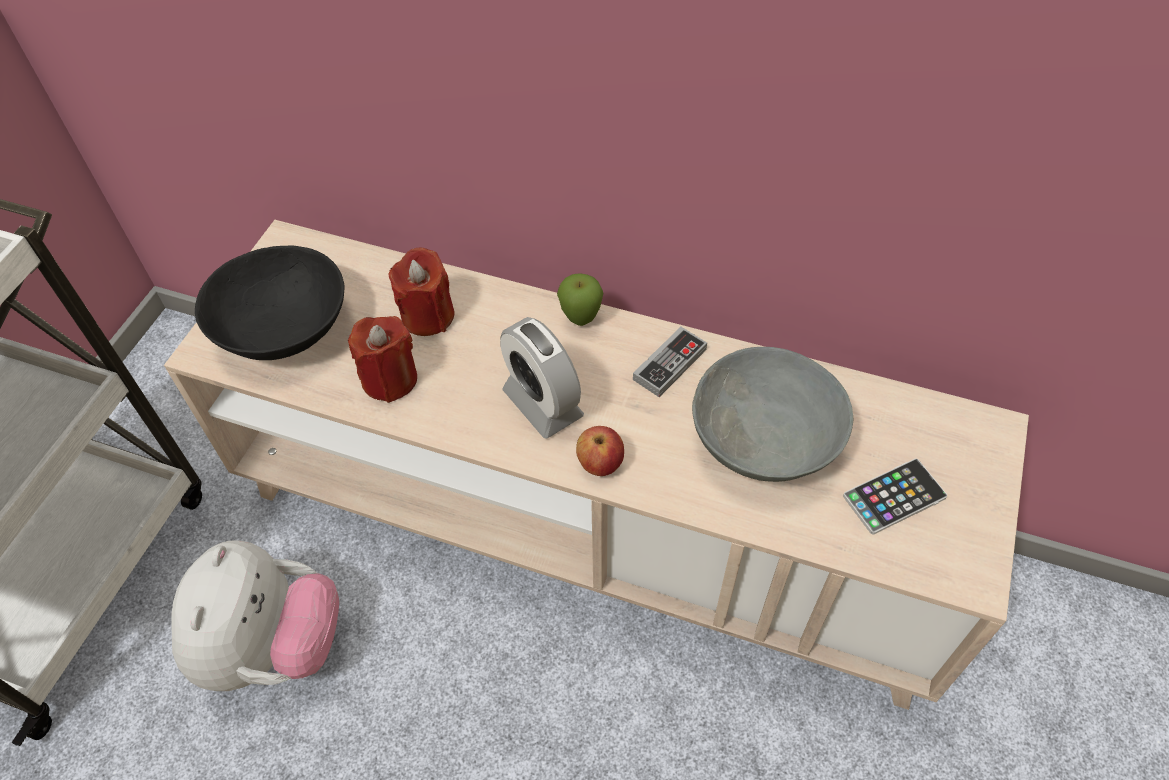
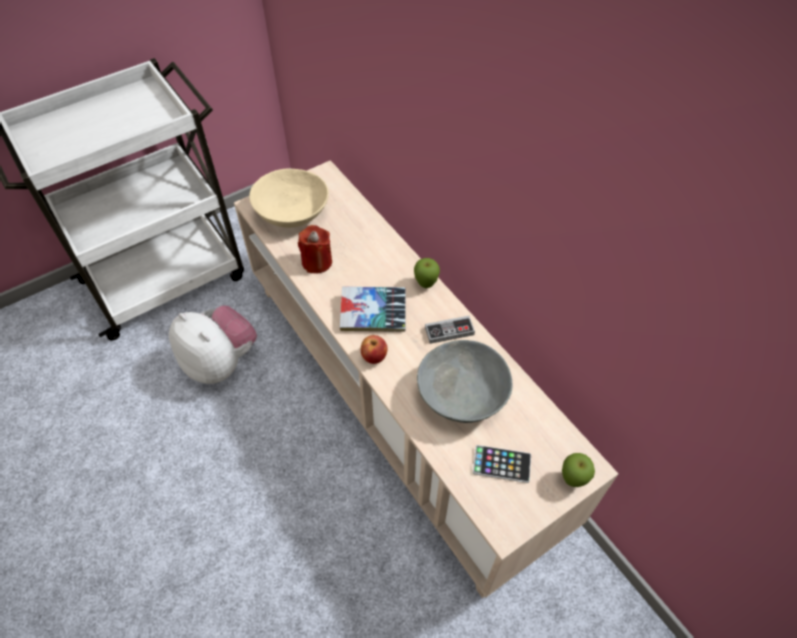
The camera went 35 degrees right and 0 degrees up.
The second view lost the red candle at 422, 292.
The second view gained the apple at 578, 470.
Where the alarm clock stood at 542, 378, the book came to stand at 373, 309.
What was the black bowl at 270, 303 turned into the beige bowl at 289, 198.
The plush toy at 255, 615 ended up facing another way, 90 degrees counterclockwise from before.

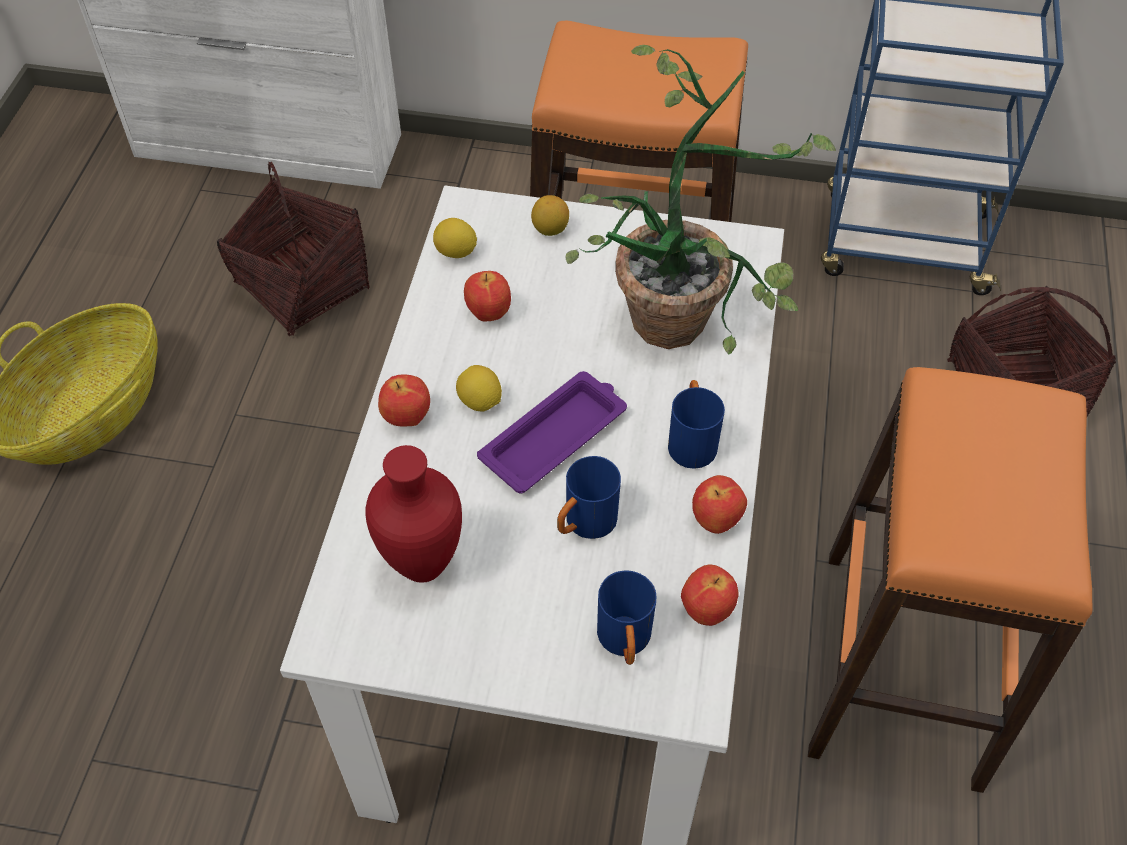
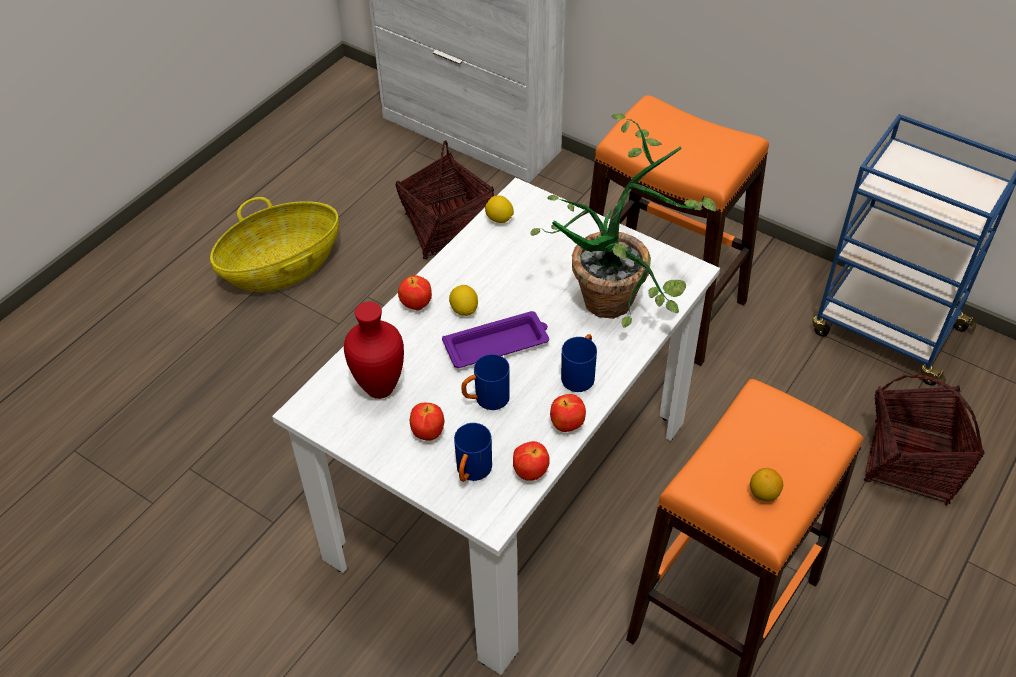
The camera went 25 degrees right and 5 degrees down.
The apple ended up elsewhere, having gone from 487, 296 to 427, 422.
The lemon ended up elsewhere, having gone from 550, 215 to 766, 484.

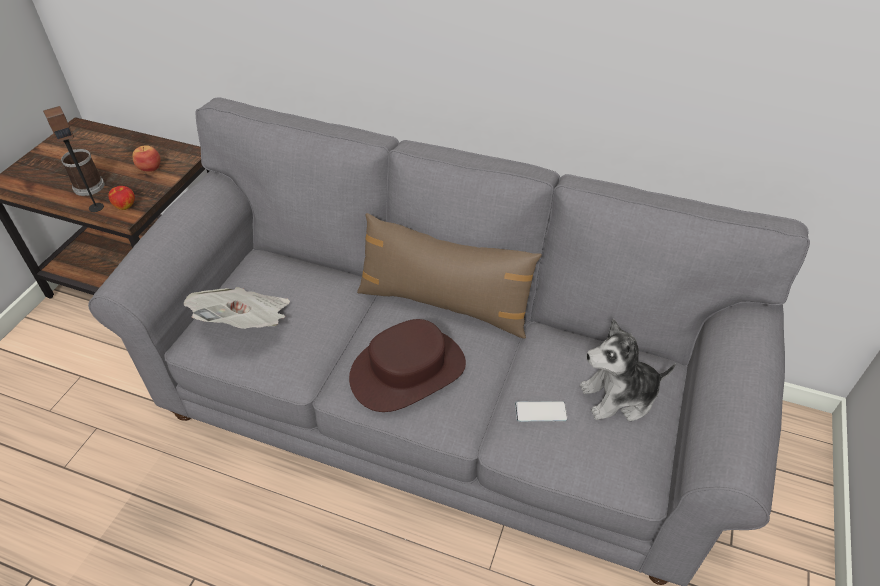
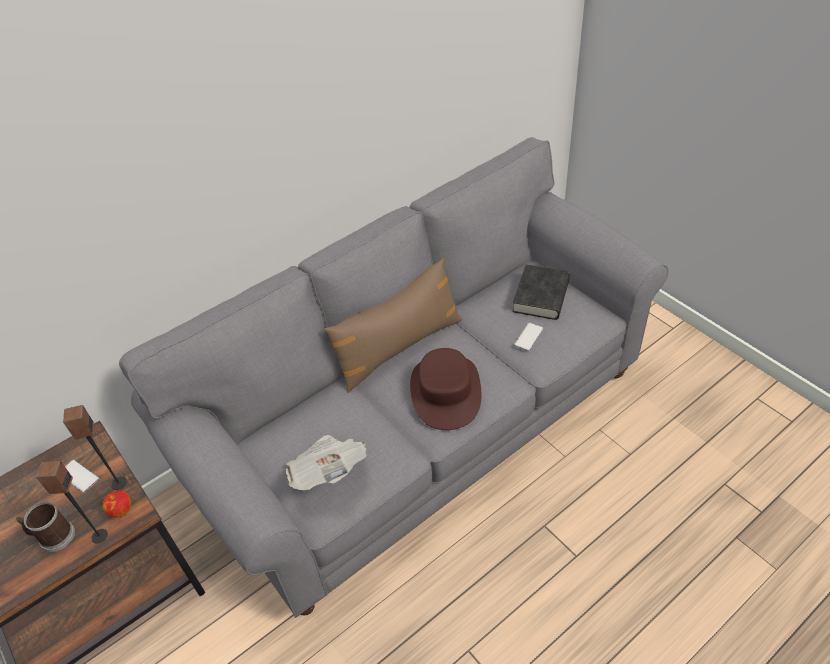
The camera went 55 degrees left and 0 degrees up.
The second view gained the speaker at 95, 447.
Where the apple stood at 147, 158, the phone came to stand at 82, 476.
Where the plush toy stood at 628, 370, the black book came to stand at 541, 292.

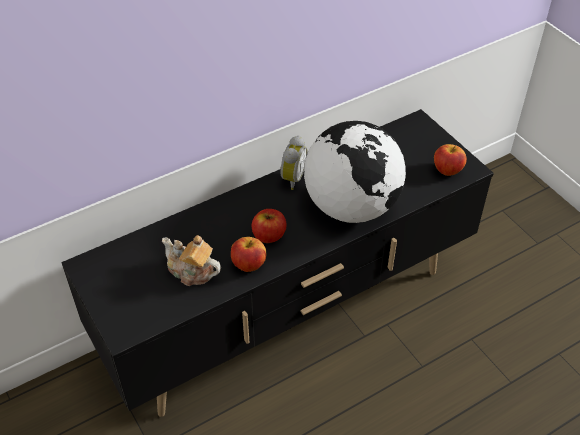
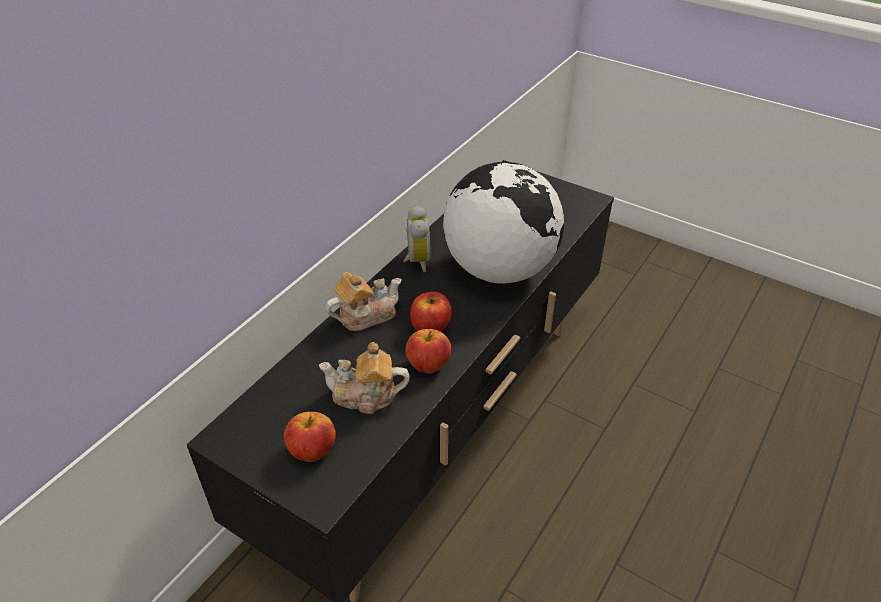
The camera went 25 degrees left and 5 degrees down.
The second view gained the teapot at 363, 301.
The apple ended up elsewhere, having gone from 450, 160 to 310, 437.

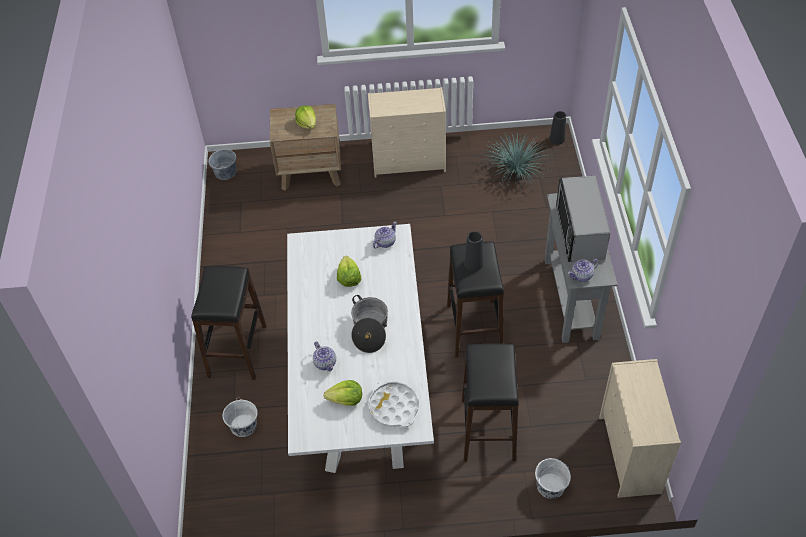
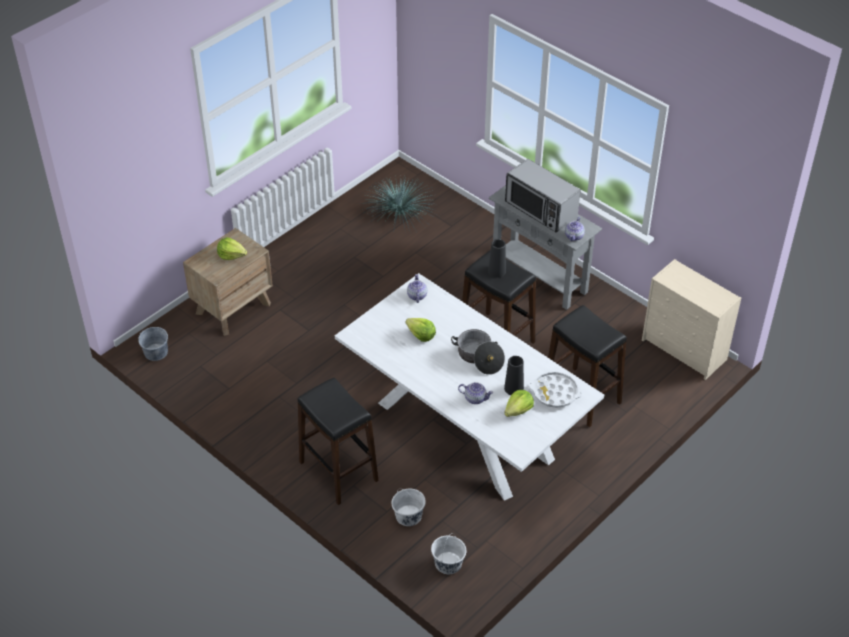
The camera went 45 degrees left and 5 degrees down.
The second view lost the beige dresser at 407, 132.
The white bucket ended up elsewhere, having gone from 553, 478 to 448, 553.
The black vase ended up elsewhere, having gone from 558, 128 to 514, 375.

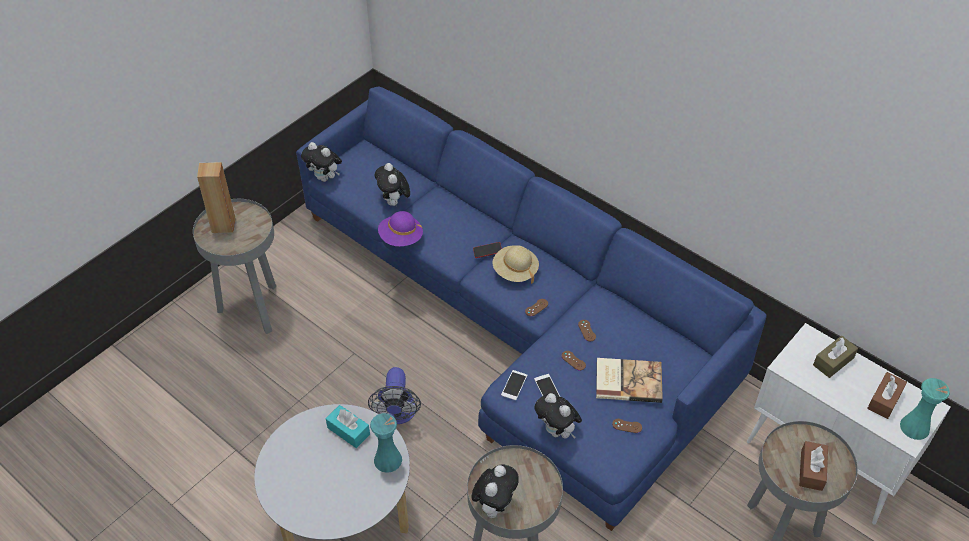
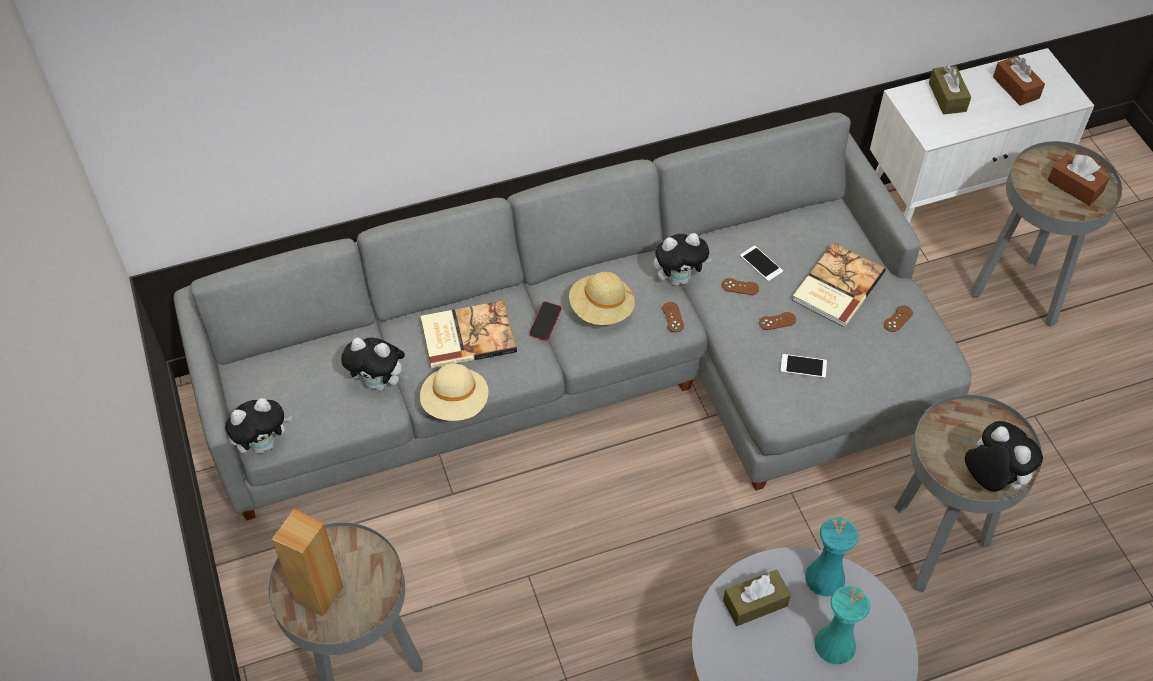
The camera went 60 degrees left and 5 degrees up.
The second view lost the fan at 394, 395.
The second view gained the book at 469, 334.
The phone ended up elsewhere, having gone from 514, 385 to 761, 263.
The plush toy ended up elsewhere, having gone from 558, 416 to 683, 259.
The turquoise vase ended up elsewhere, having gone from 925, 409 to 842, 625.
What was the blue sofa at 531, 309 turned into the grey sofa at 572, 316.
What was the turquoise tissue box at 348, 426 turned into the brown tissue box at 757, 598.
What was the purple hat at 400, 228 turned into the beige hat at 454, 392.

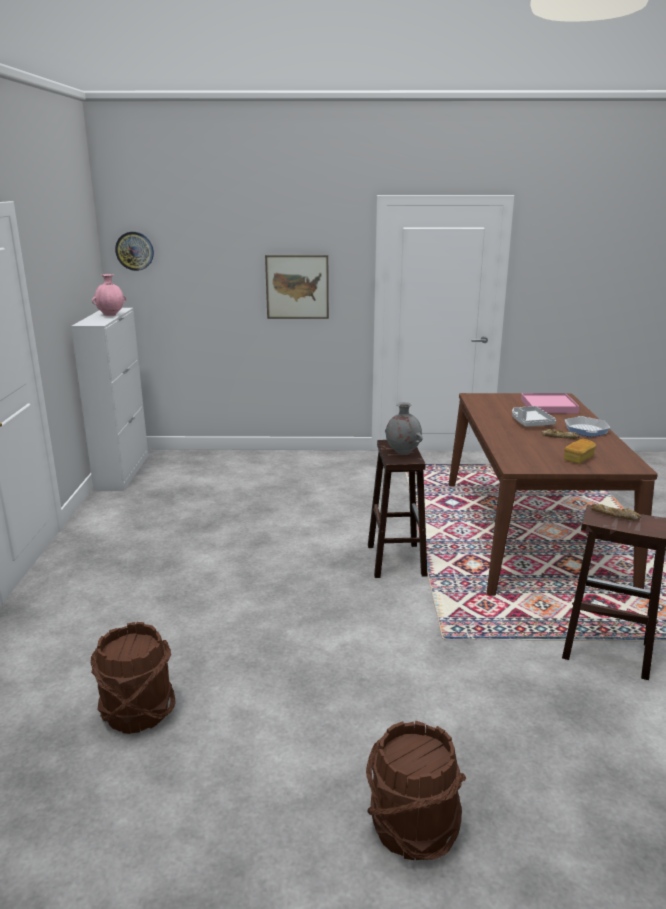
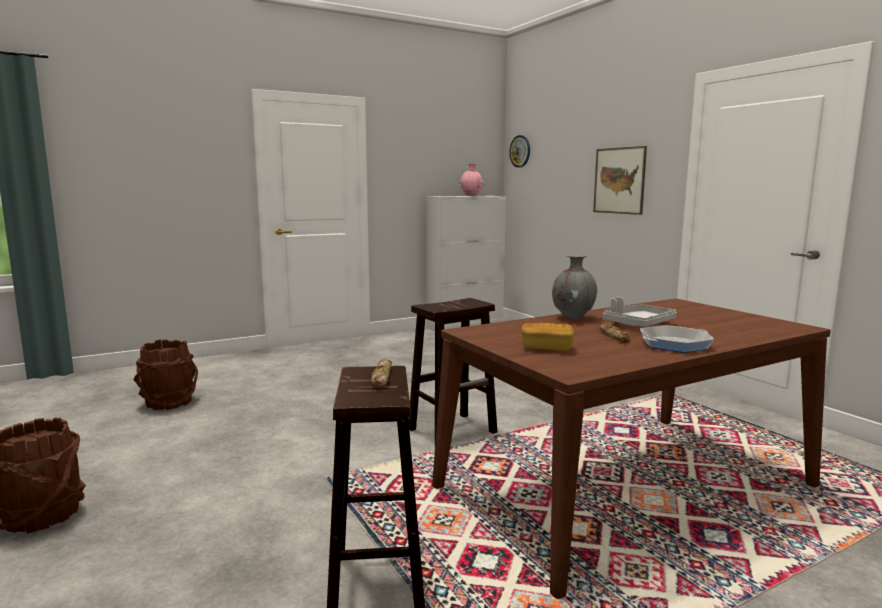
The camera went 60 degrees right and 10 degrees down.
The second view lost the pink tray at 550, 403.
The grey vase ended up elsewhere, having gone from 404, 428 to 574, 287.

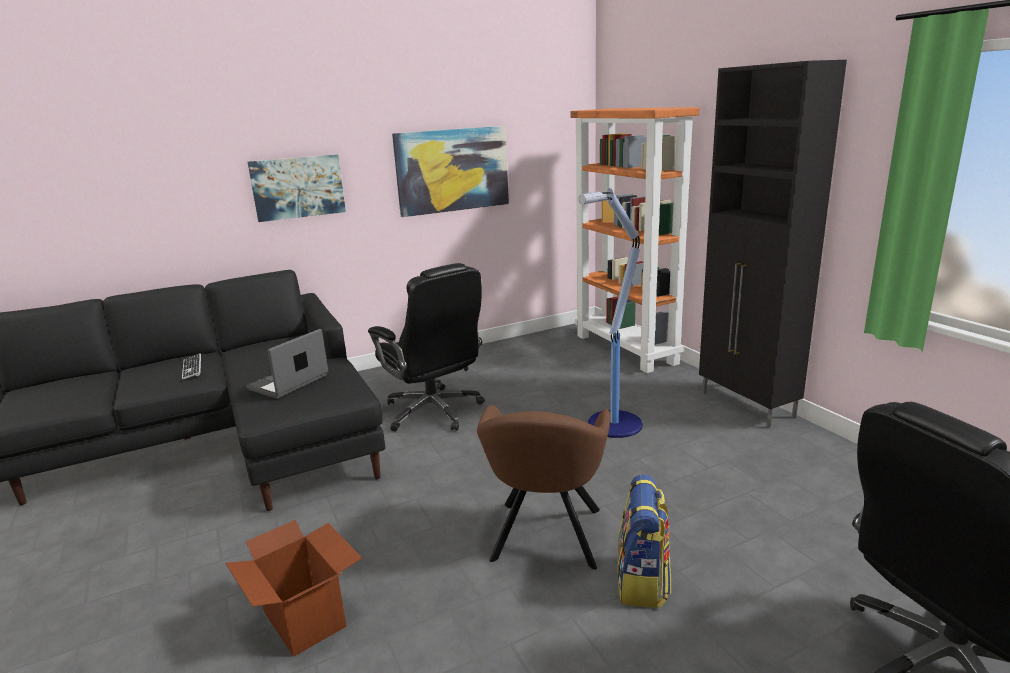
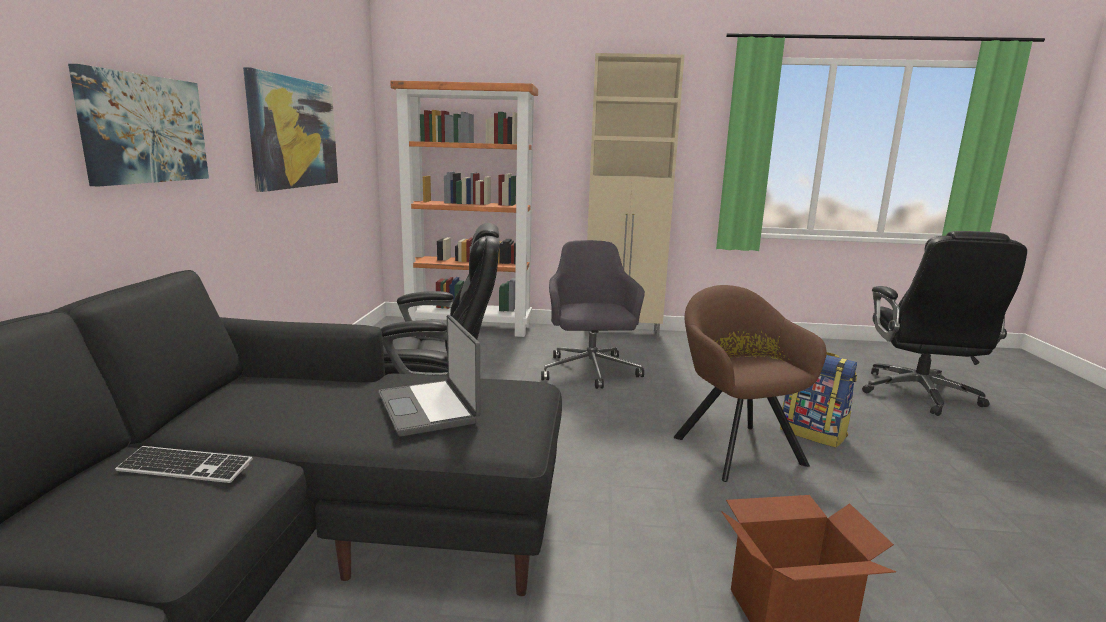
The camera went 60 degrees left and 5 degrees down.
Where the floor lamp stood at 610, 313, the grey office chair came to stand at 593, 314.
What was the black cabinet at 773, 244 turned into the beige cabinet at 635, 196.
The brown armchair at 543, 487 ended up facing another way, 150 degrees counterclockwise from before.

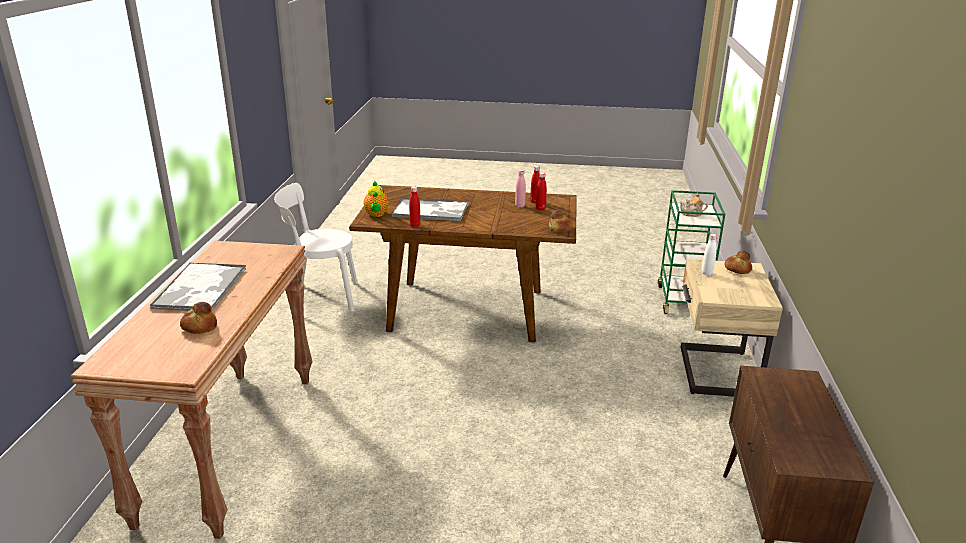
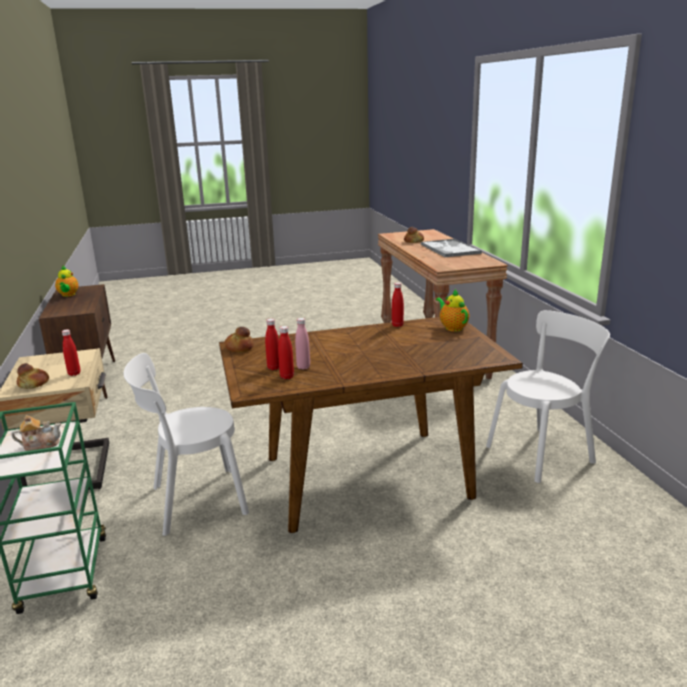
The camera went 160 degrees right and 5 degrees down.
The second view lost the tray at 430, 209.
The second view gained the teapot at 66, 281.
The second view gained the white chair at 186, 444.
What was the white bottle at 709, 255 turned into the red bottle at 71, 352.

